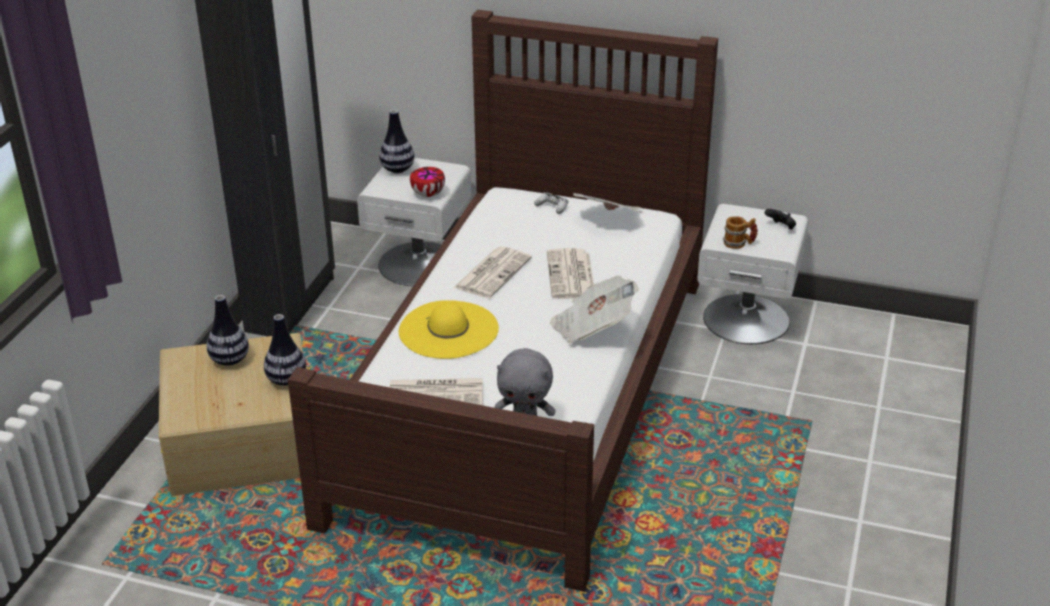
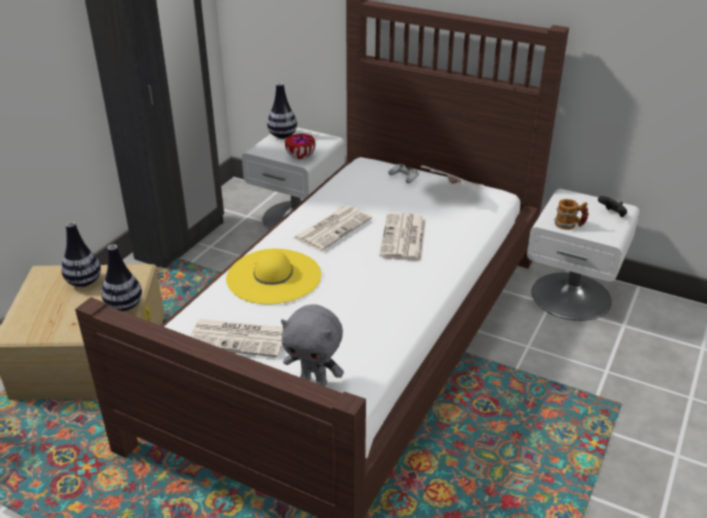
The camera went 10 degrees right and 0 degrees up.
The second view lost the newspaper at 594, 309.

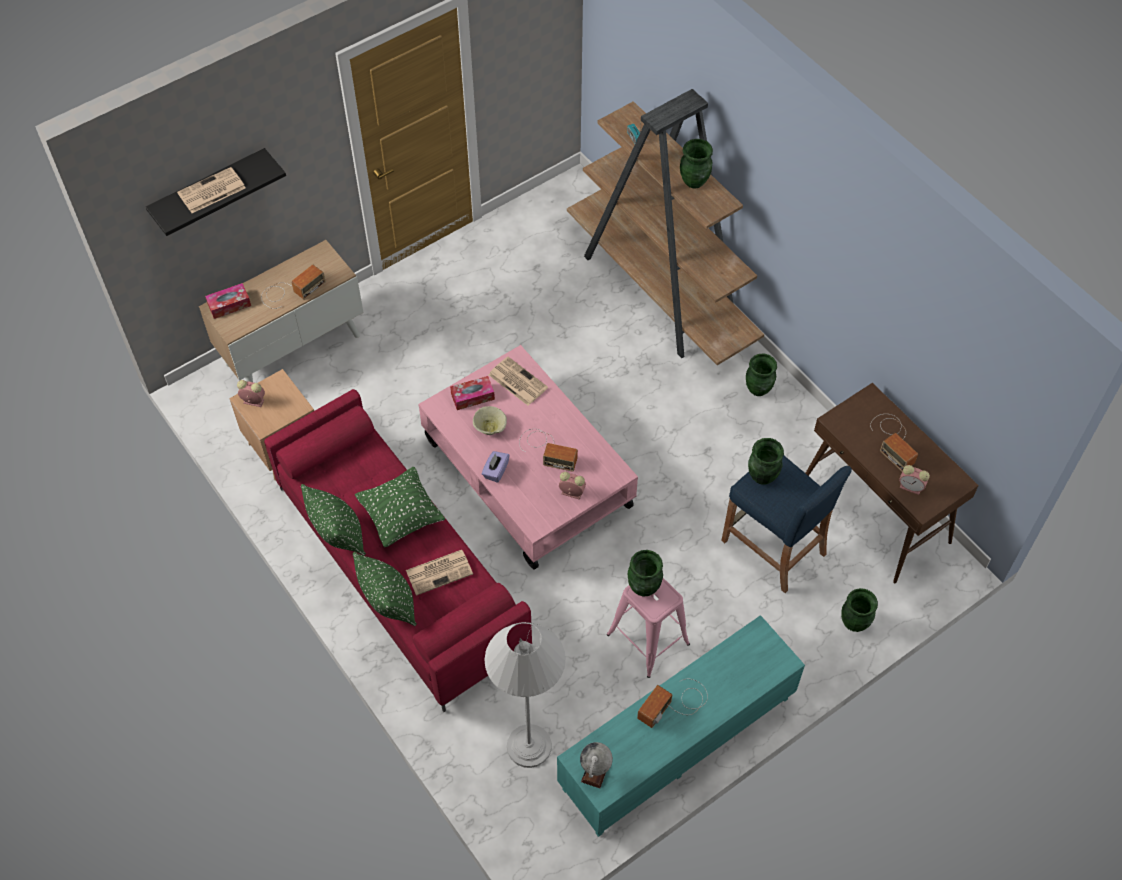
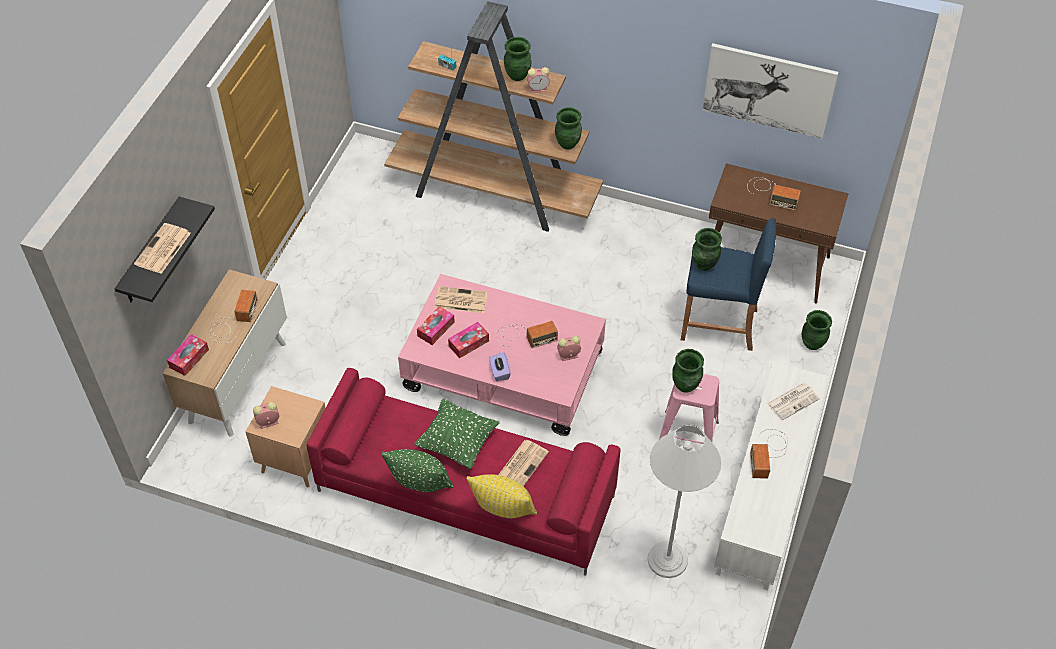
The camera went 35 degrees left and 5 degrees down.
The second view lost the globe at 596, 765.
The second view gained the picture at 770, 91.
The second view gained the newspaper at 793, 401.
The green vase ended up elsewhere, having gone from 761, 375 to 568, 128.
The alarm clock ended up elsewhere, having gone from 914, 480 to 538, 80.
Where the beige bowl stood at 490, 420, the tissue box came to stand at 468, 340.
What was the green pillow at 385, 589 turned into the yellow pillow at 501, 496.
What was the turquoise tv stand at 681, 726 turned into the white tv stand at 771, 475.

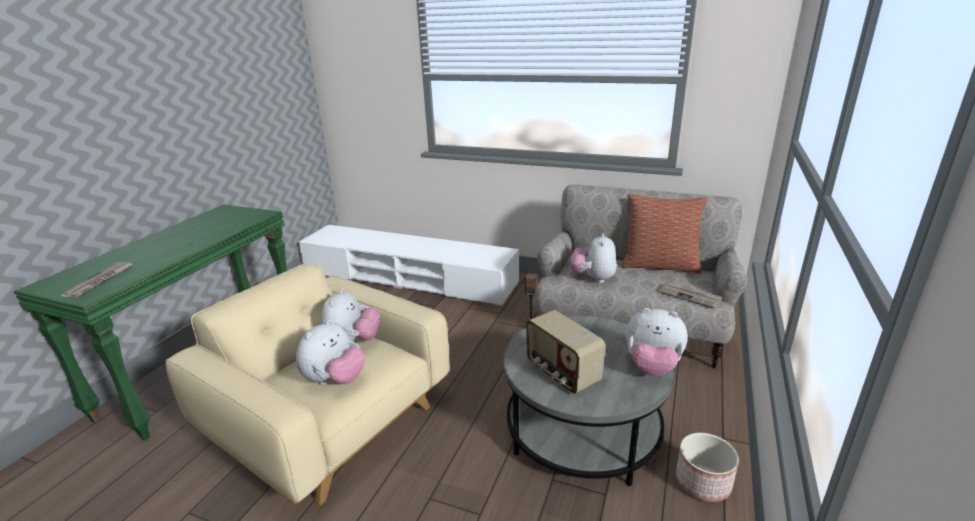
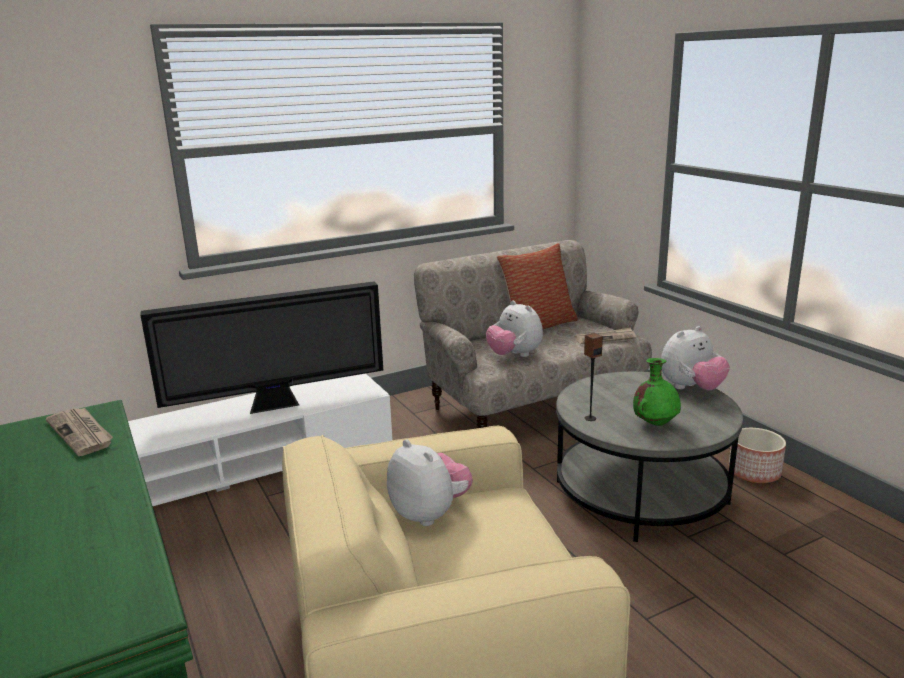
The camera went 50 degrees left and 5 degrees down.
The second view lost the plush toy at 330, 352.
The second view gained the television at 261, 347.
The newspaper ended up elsewhere, having gone from 96, 279 to 79, 432.
Where the radio stood at 565, 352, the green vase came to stand at 657, 392.

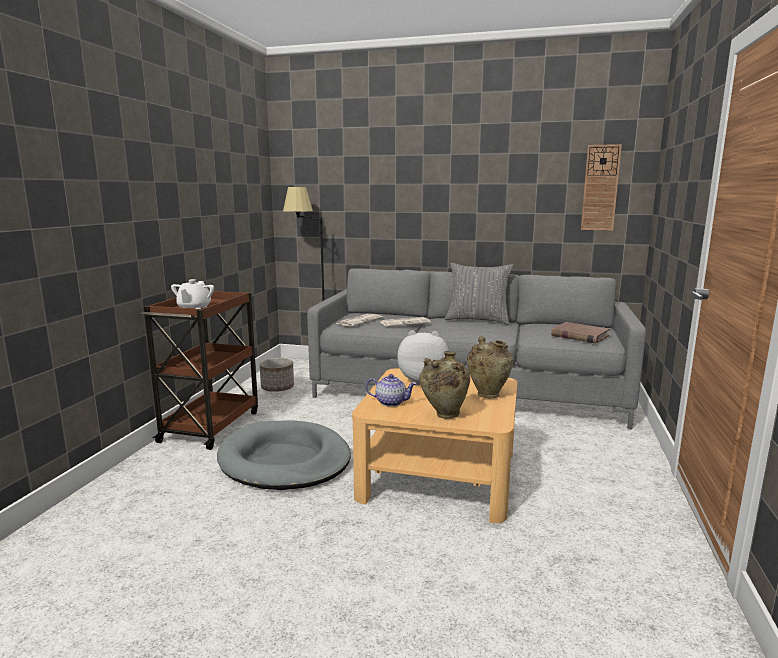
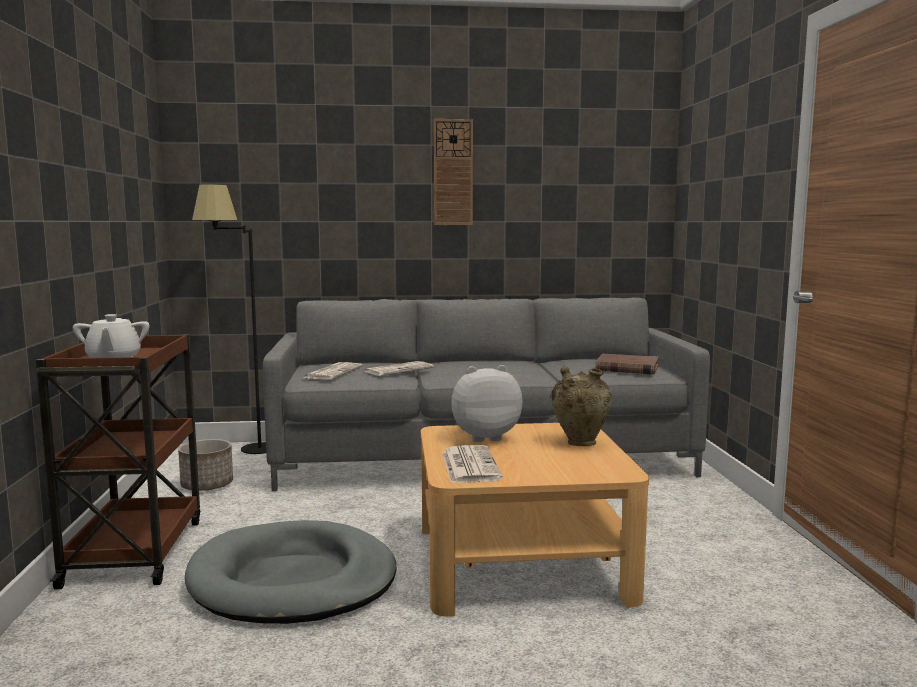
The camera went 20 degrees left and 5 degrees down.
The second view lost the beige vase at 444, 385.
The second view lost the grey pillow at 479, 294.
The wall clock ended up elsewhere, having gone from 601, 187 to 453, 172.
Where the teapot stood at 391, 390, the newspaper came to stand at 472, 464.

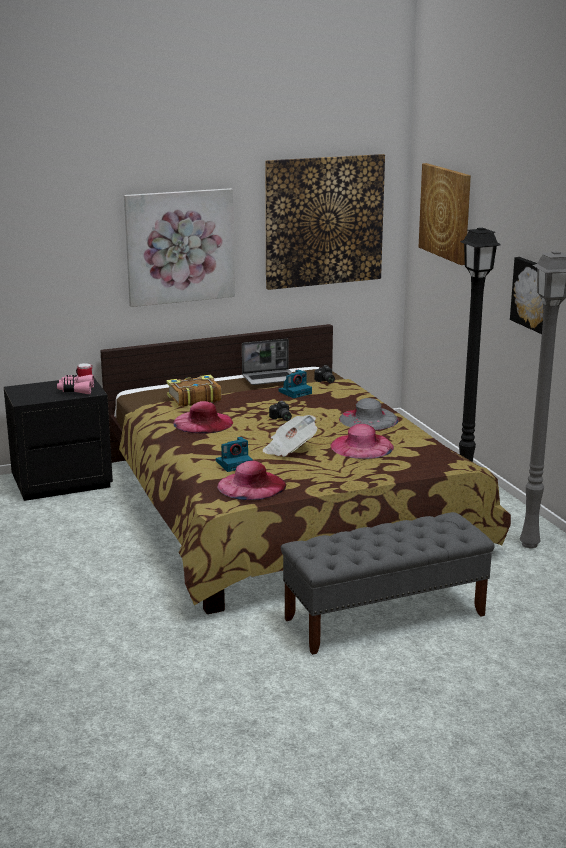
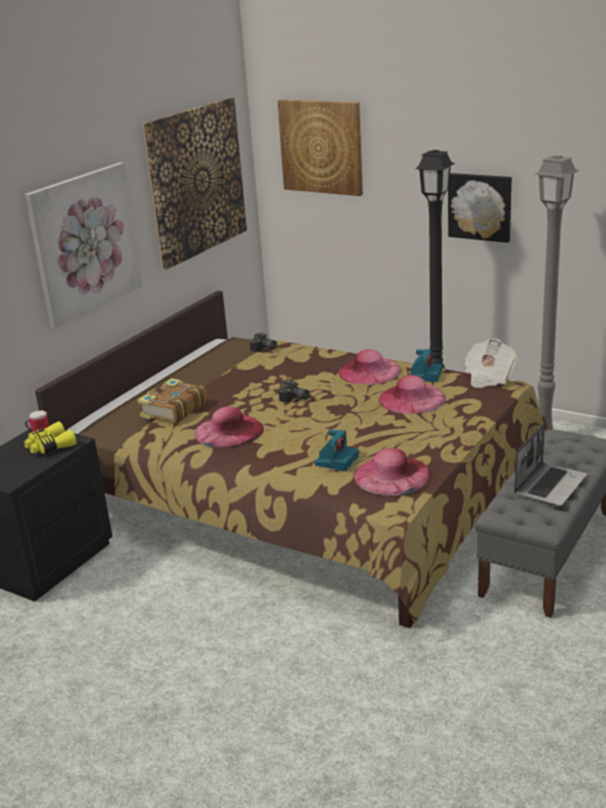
The camera went 35 degrees left and 5 degrees up.
The laptop ended up elsewhere, having gone from 267, 362 to 550, 464.
The newspaper ended up elsewhere, having gone from 290, 436 to 490, 363.
The photo camera ended up elsewhere, having gone from 295, 384 to 425, 365.
What was the pink binoculars at 75, 384 turned into the yellow binoculars at 50, 437.
What was the grey hat at 369, 414 turned into the pink hat at 370, 367.

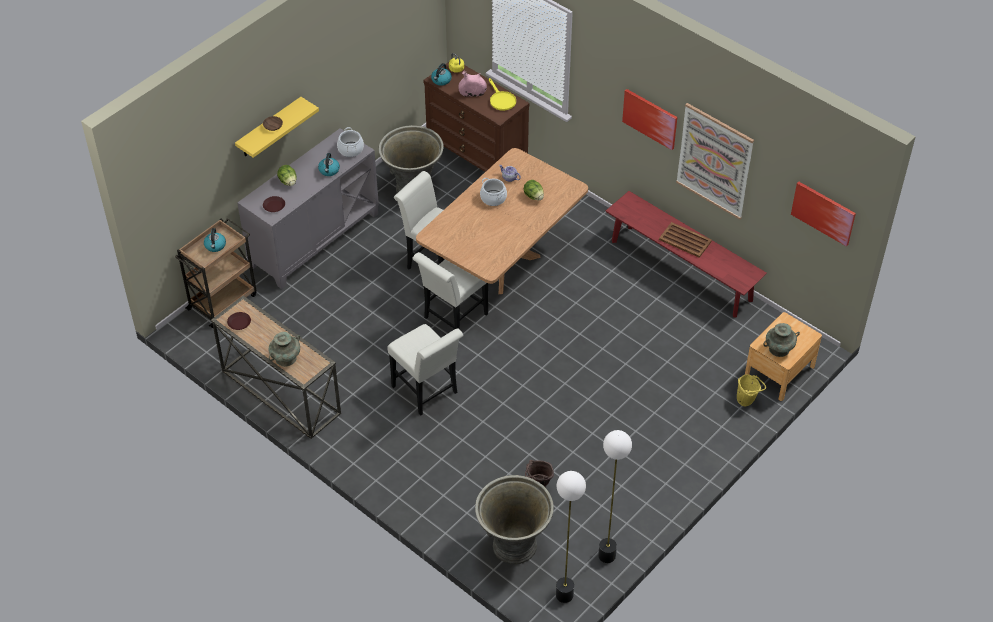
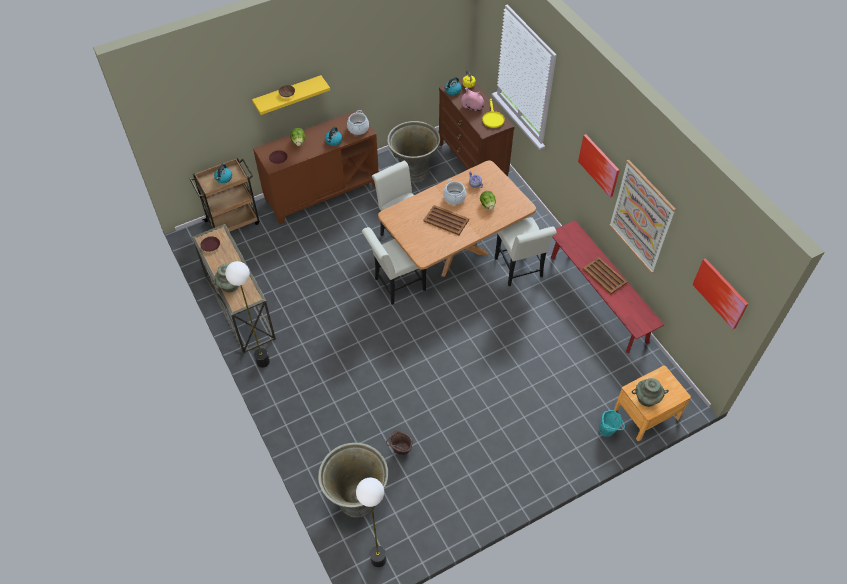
The camera went 20 degrees right and 5 degrees up.
The second view gained the brown tray at 446, 220.
The white chair ended up elsewhere, having gone from 425, 370 to 526, 251.
The floor lamp ended up elsewhere, having gone from 615, 496 to 247, 314.
What was the grey cabinet at 308, 208 turned into the brown cabinet at 316, 167.
What was the yellow bucket at 751, 390 turned into the turquoise bucket at 612, 423.

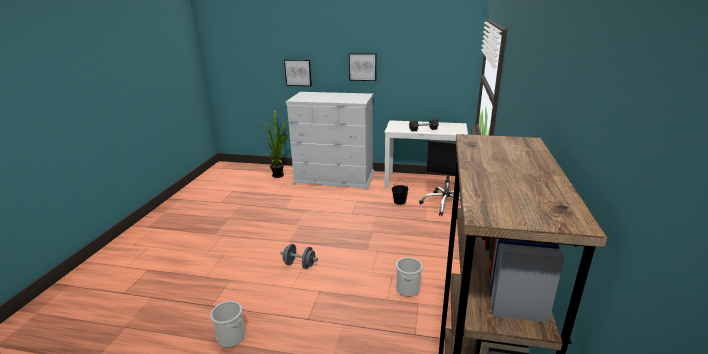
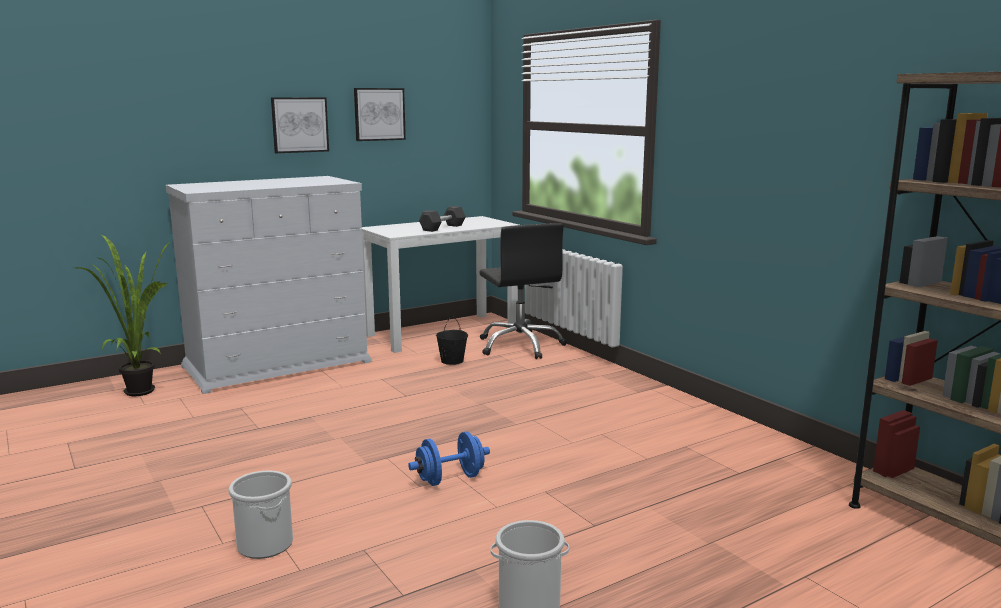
The camera went 45 degrees left and 10 degrees down.
The picture ended up elsewhere, having gone from 298, 72 to 380, 114.
The bucket ended up elsewhere, having gone from 409, 277 to 260, 514.
What was the grey dumbbell at 299, 256 turned into the blue dumbbell at 449, 458.

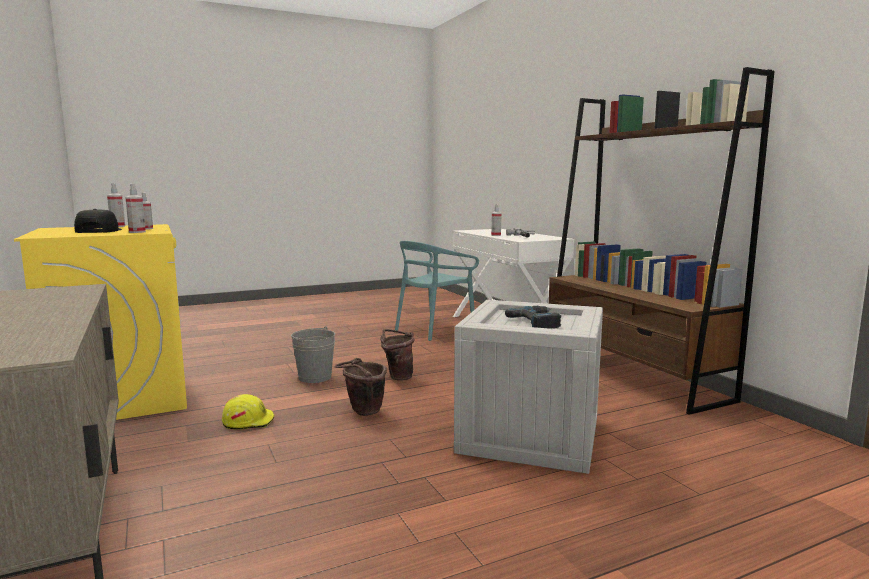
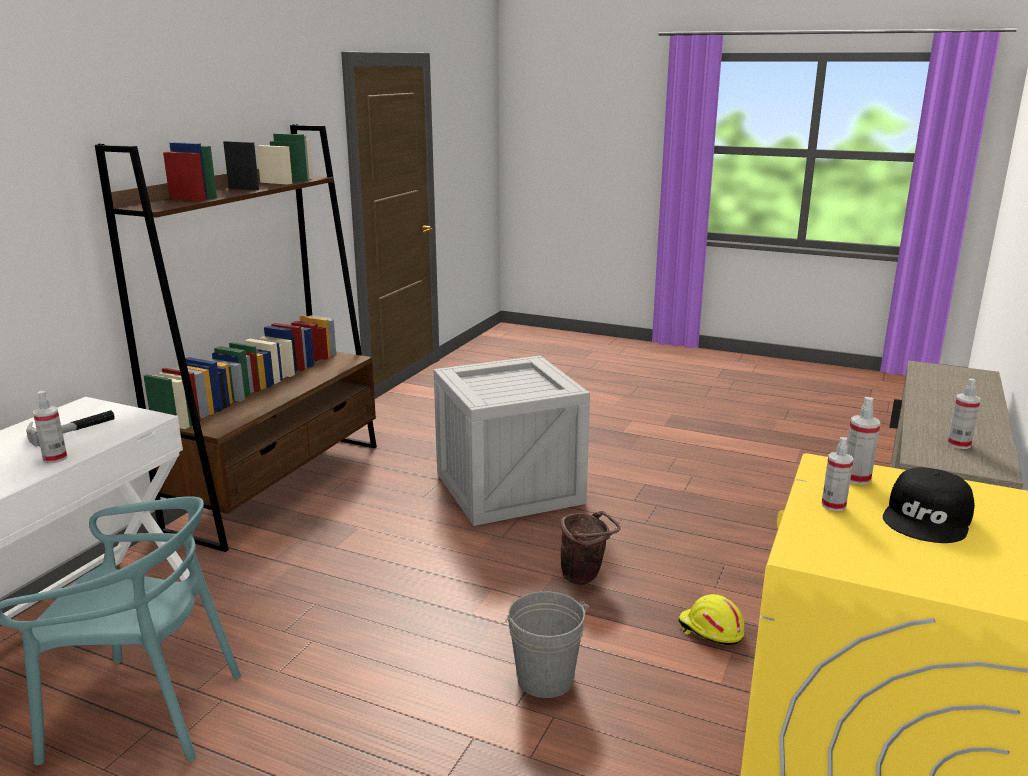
The camera went 130 degrees left and 10 degrees up.
The second view lost the brown bucket at 398, 355.
The second view lost the power drill at 533, 317.
The spray bottle ended up elsewhere, having gone from 116, 205 to 964, 413.

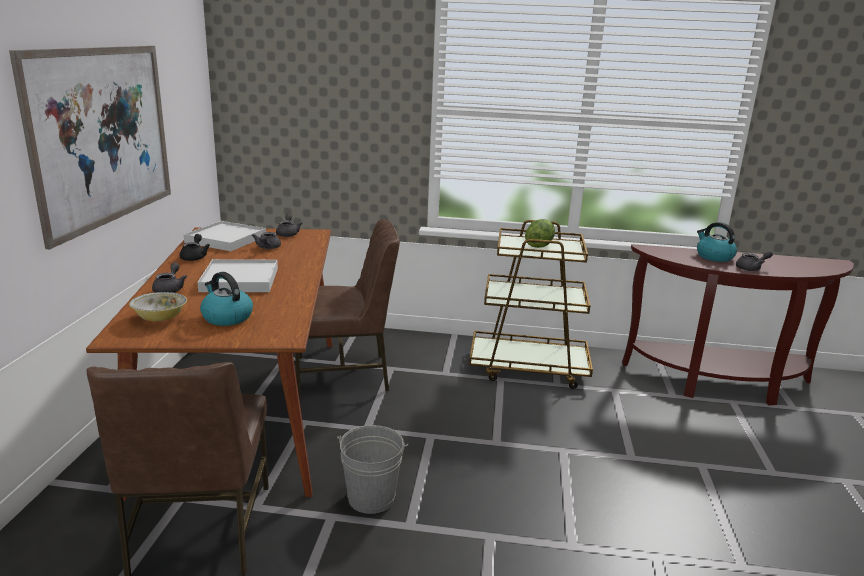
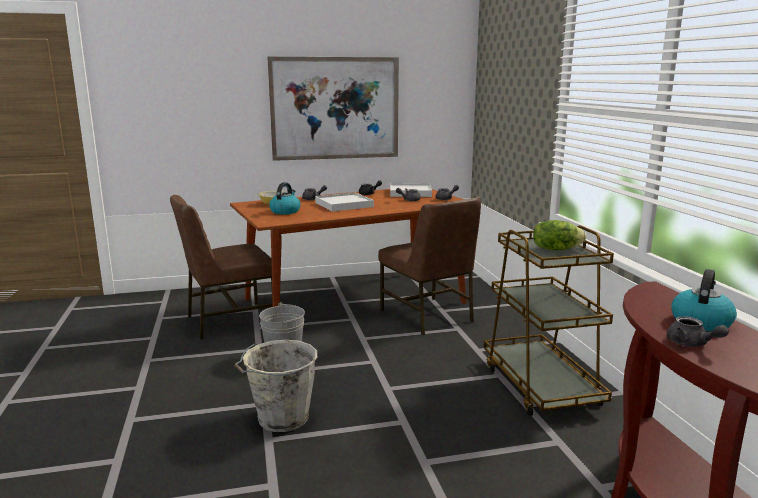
The camera went 70 degrees right and 5 degrees down.
The second view gained the grey bucket at 276, 386.

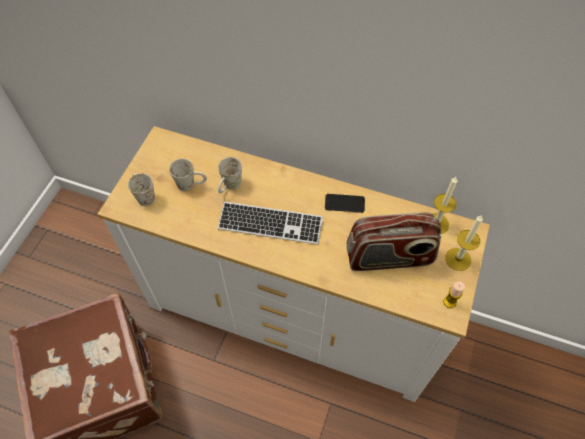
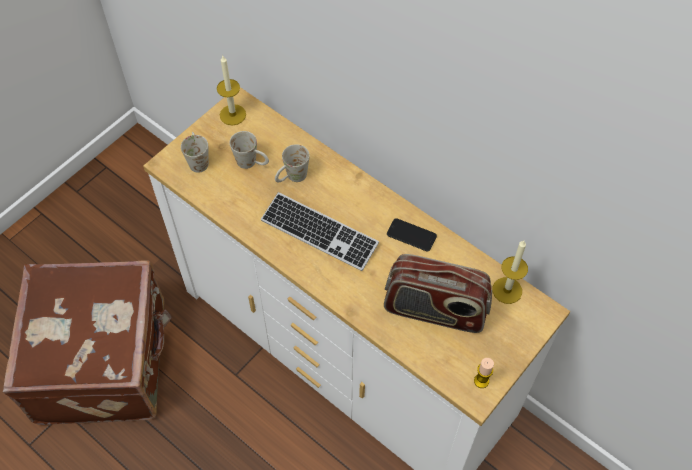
The camera went 20 degrees right and 0 degrees up.
The candle ended up elsewhere, having gone from 464, 243 to 231, 90.

